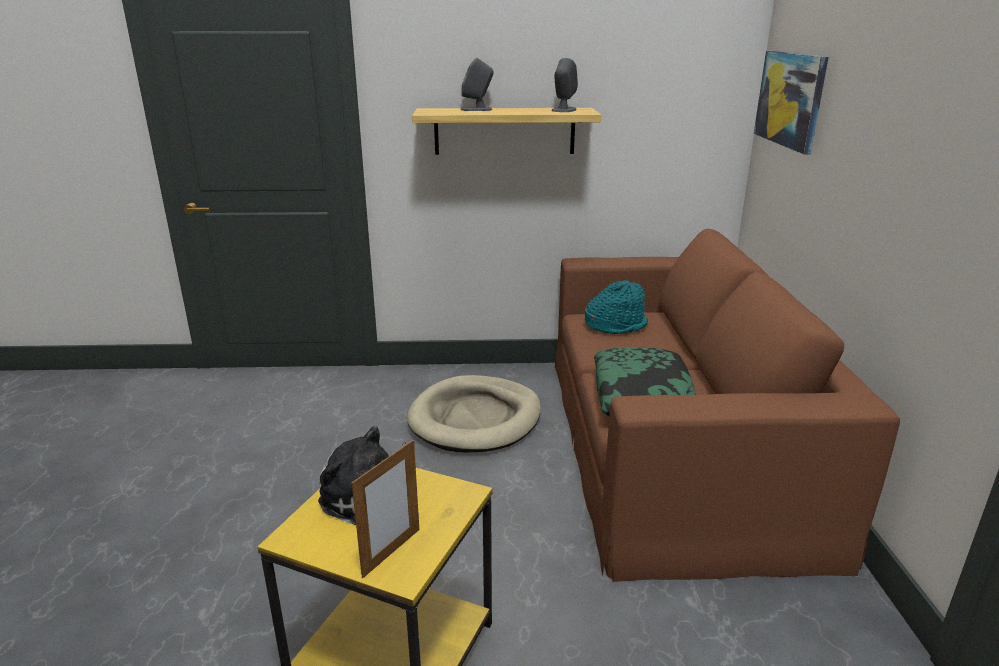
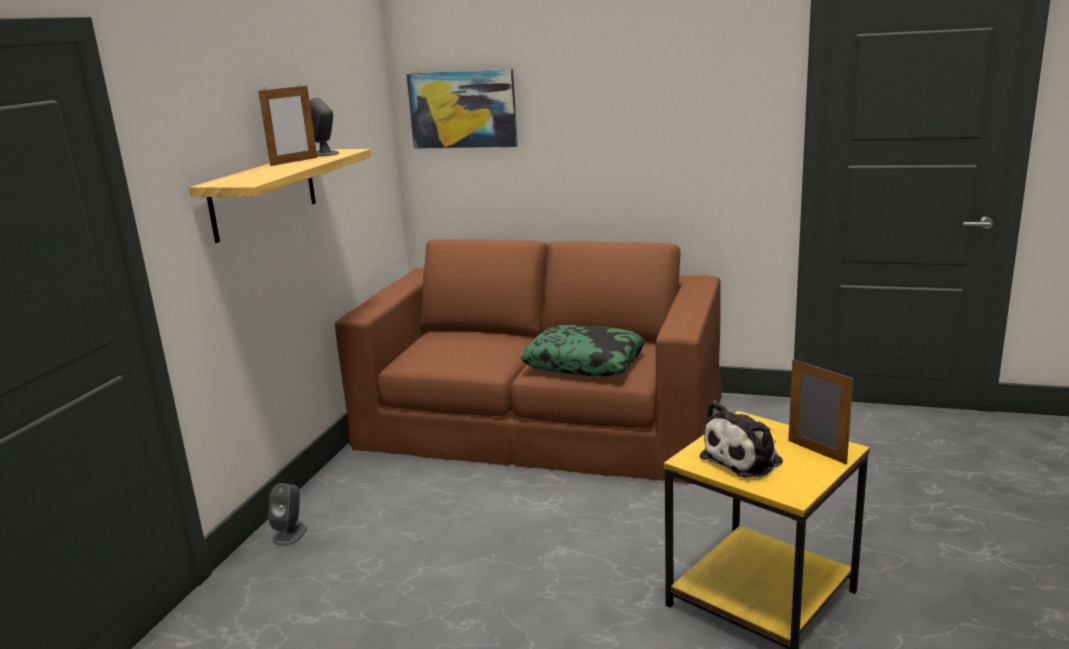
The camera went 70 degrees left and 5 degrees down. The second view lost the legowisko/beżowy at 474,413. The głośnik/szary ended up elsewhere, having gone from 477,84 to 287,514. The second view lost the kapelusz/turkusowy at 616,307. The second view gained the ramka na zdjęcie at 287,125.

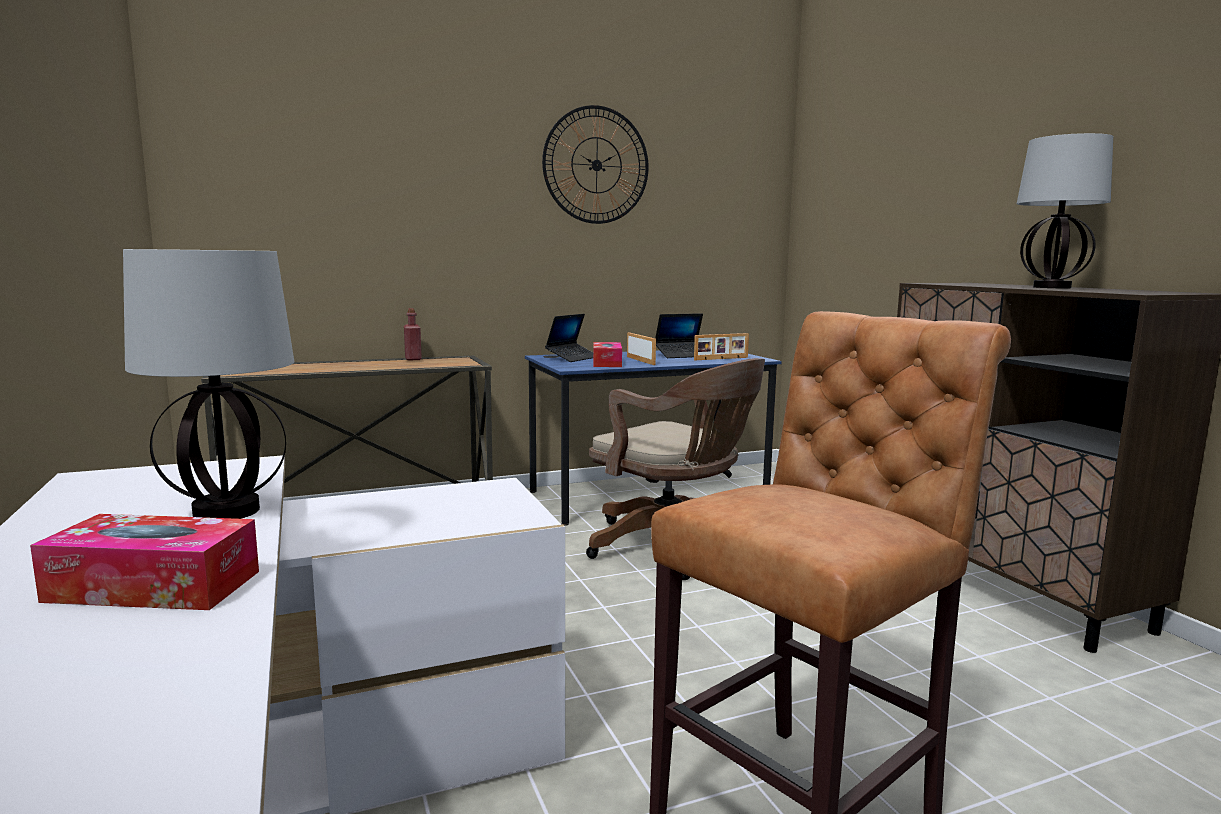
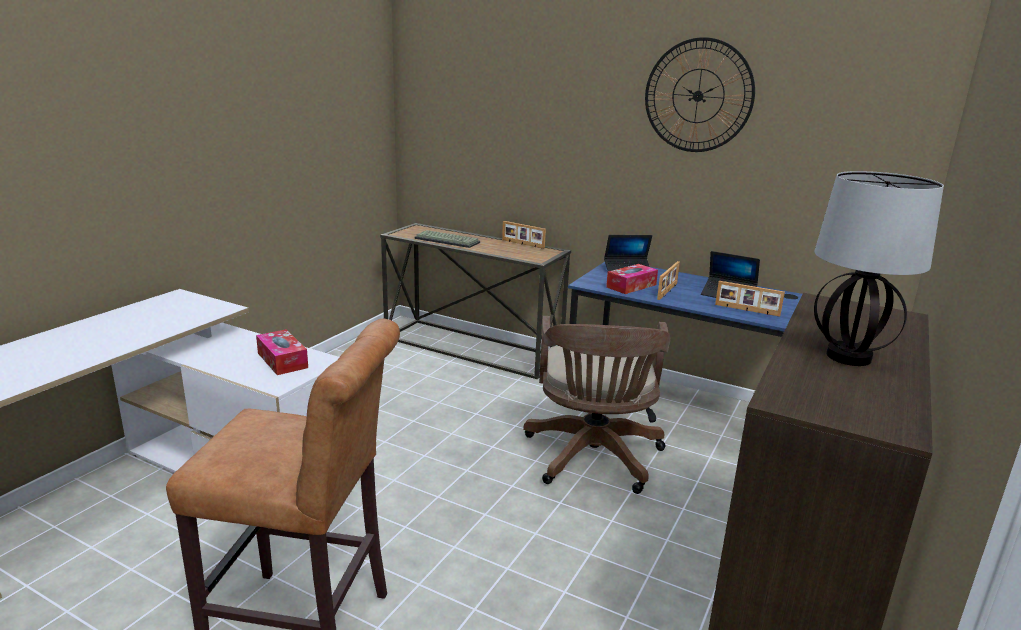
The camera went 50 degrees right and 10 degrees up. The pudełko chusteczek ended up elsewhere, having gone from 144,562 to 282,352. The second view lost the lampa stołowa at 208,384. Where the butelka/czerwony stood at 413,334, the ramka na zdjęcie came to stand at 524,235. The second view gained the klawiatura at 447,239.

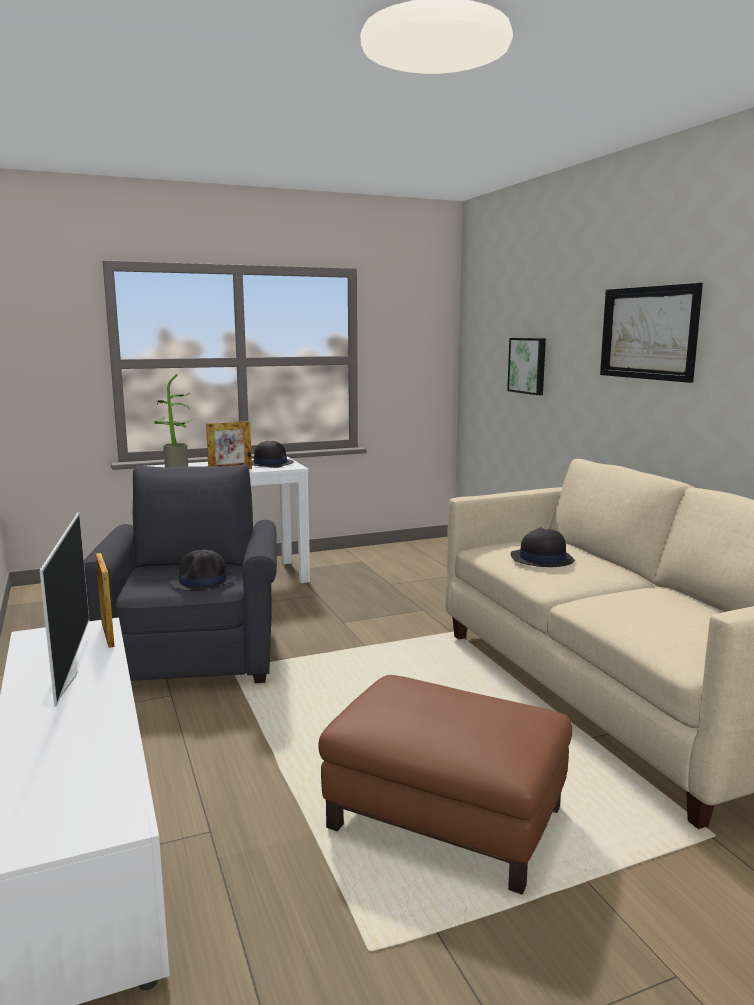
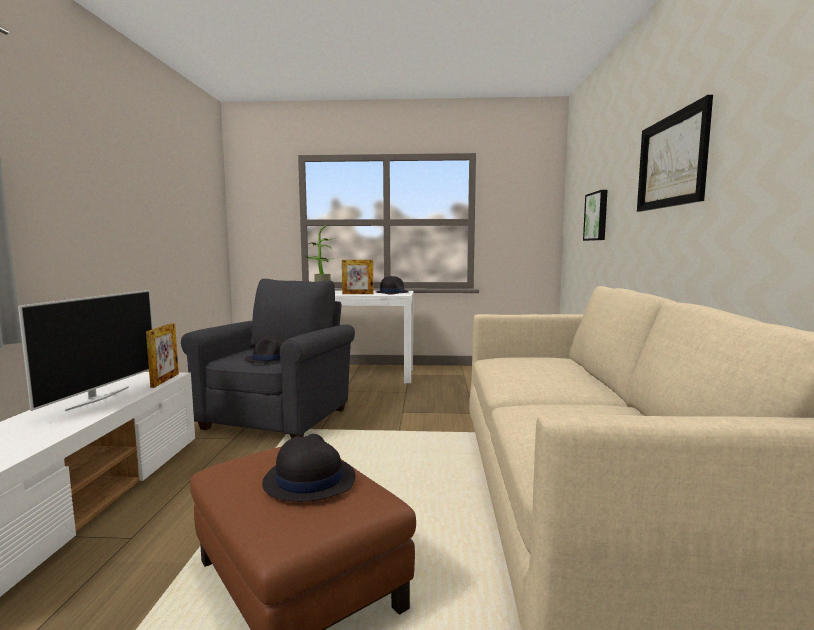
The camera went 25 degrees right and 5 degrees down. The kapelusz/czarny ended up elsewhere, having gone from 543,547 to 308,468.

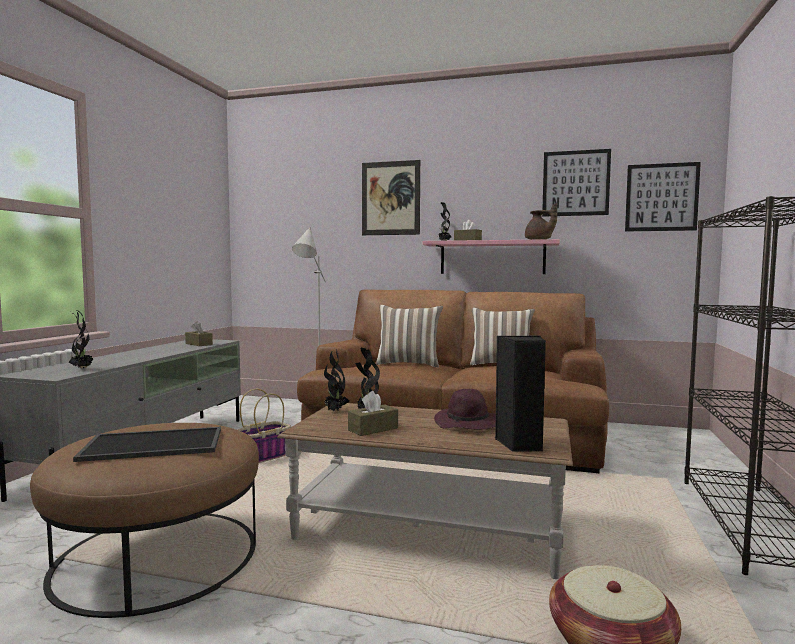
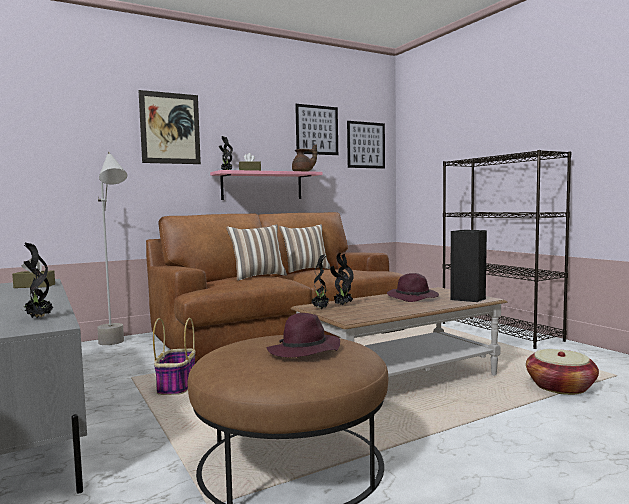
The camera went 45 degrees left and 0 degrees up. Where the taca stood at 147,444, the kapelusz/fioletowy came to stand at 303,335. The second view lost the pudełko chusteczek/brązowy at 373,413.

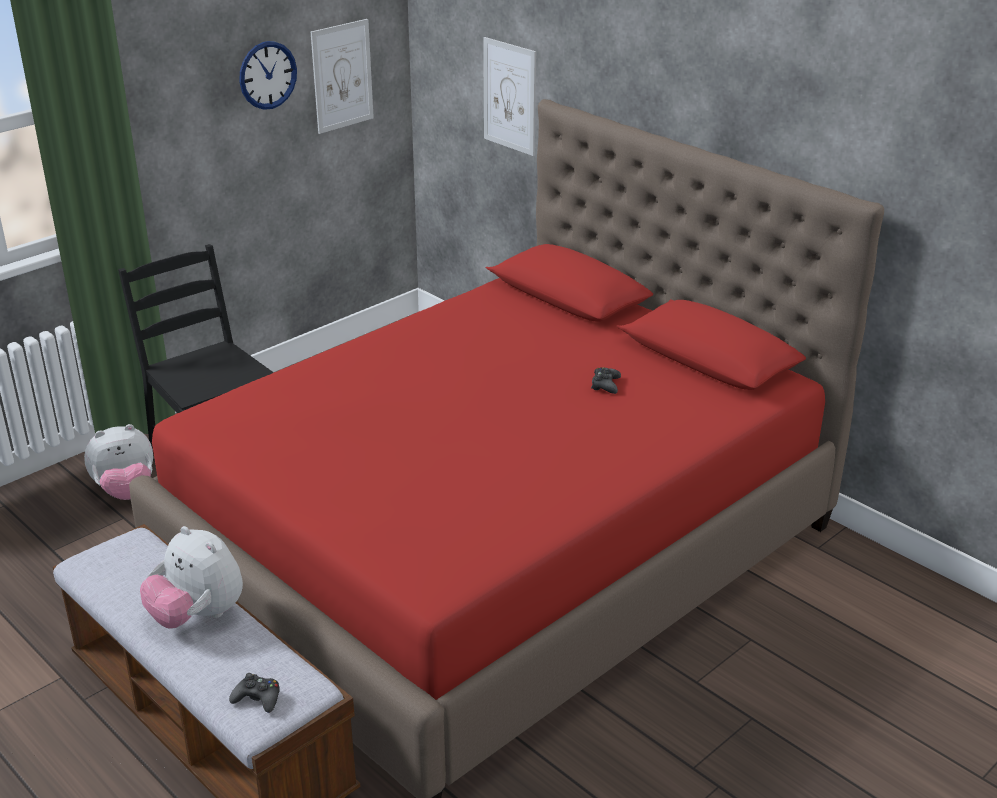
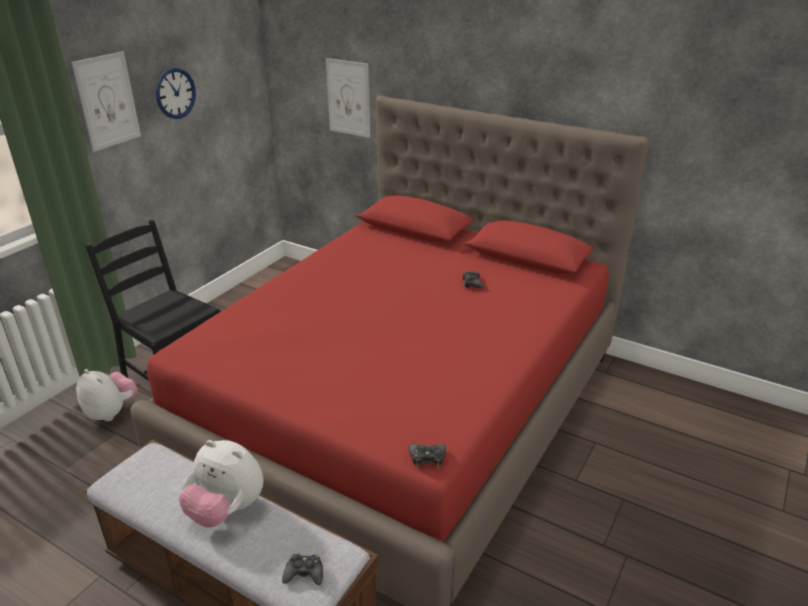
The camera went 15 degrees left and 0 degrees up. The pluszak at 118,462 ended up facing another way, 105 degrees counterclockwise from before. The obraz ended up elsewhere, having gone from 342,76 to 106,101. The second view gained the pad do gier/czarny at 427,455.

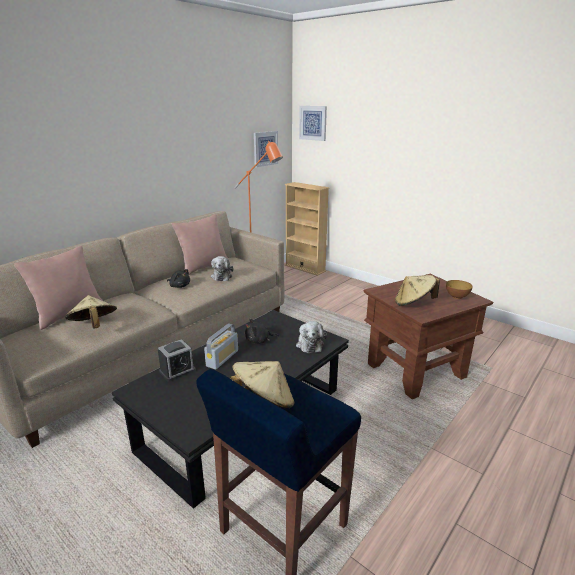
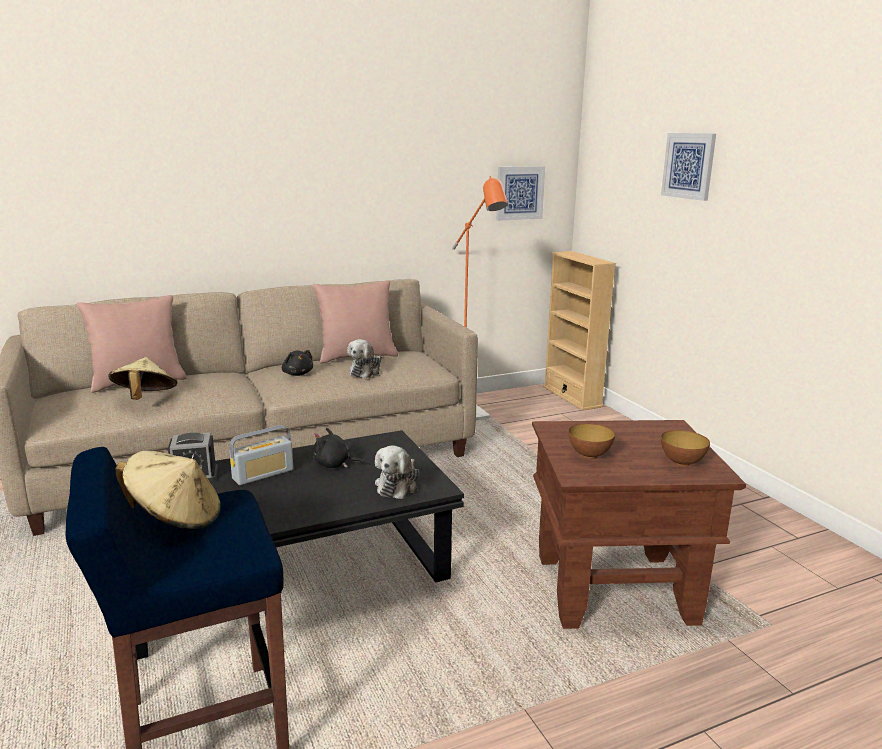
The camera went 25 degrees right and 5 degrees down. The obraz ended up elsewhere, having gone from 313,123 to 688,167. Where the kapelusz/beżowy stood at 417,290, the miska came to stand at 591,441.

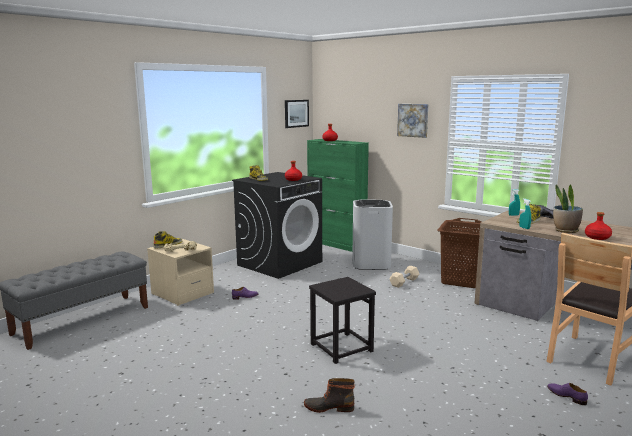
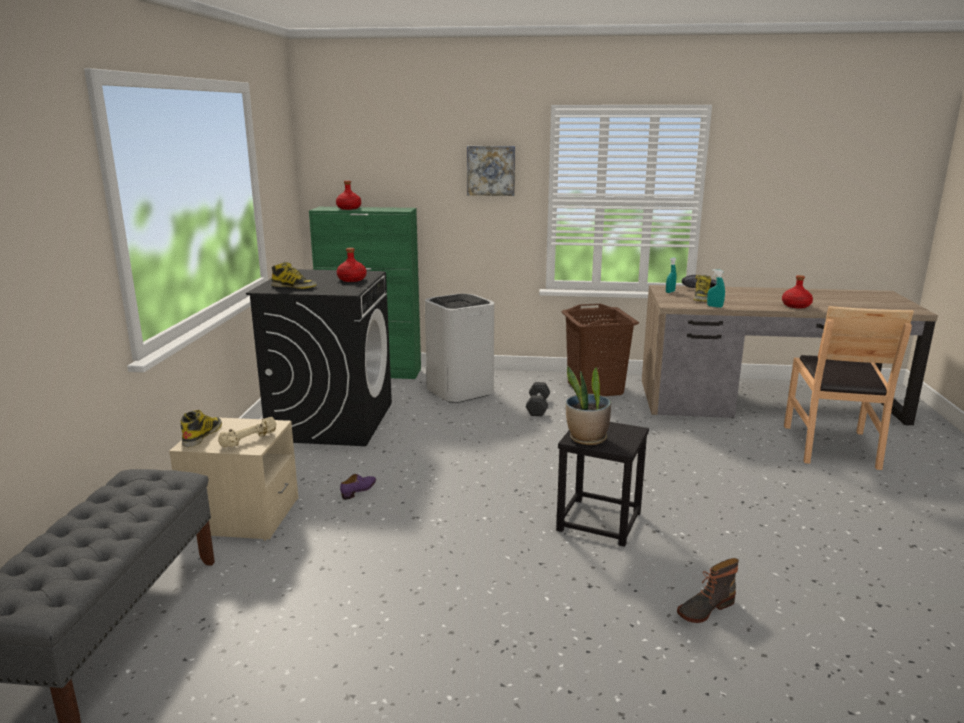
The camera went 35 degrees left and 5 degrees up. The second view lost the obraz at 297,114. What was the hantel/beżowy at 404,277 turned into the hantel/czarny at 538,399. The second view lost the but/fioletowy at 567,394. The roślina doniczkowa ended up elsewhere, having gone from 568,208 to 588,405.

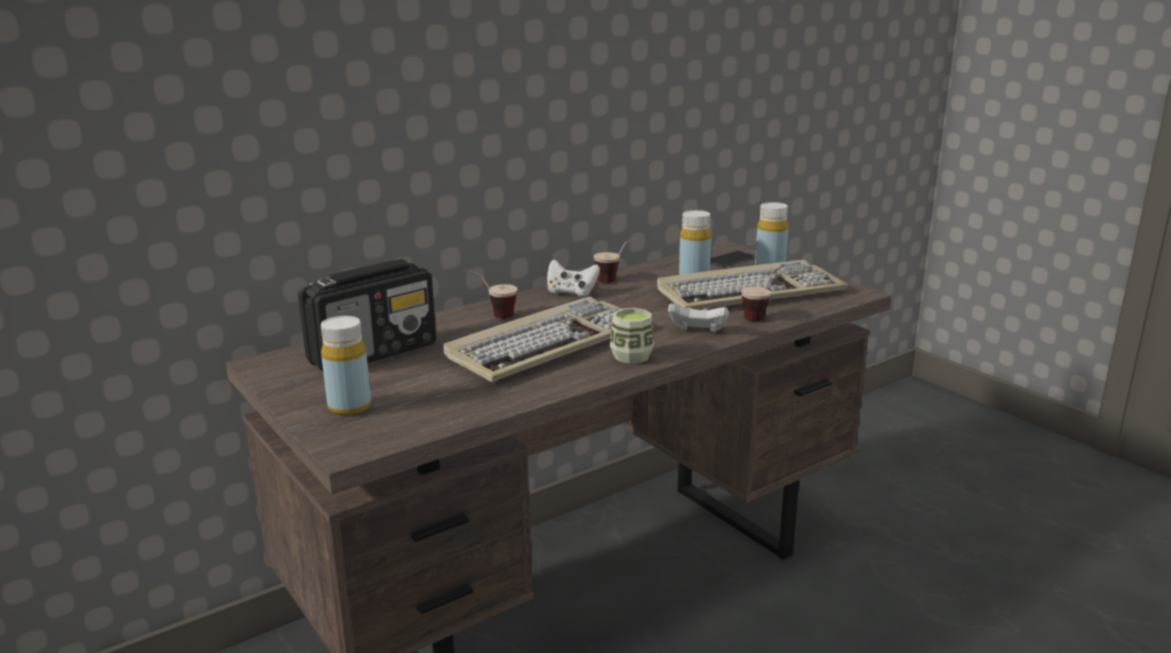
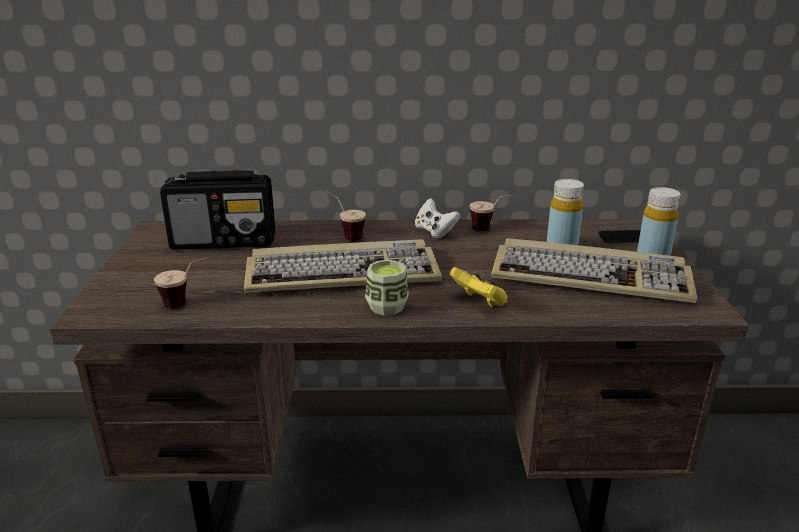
The camera went 35 degrees right and 5 degrees up. The second view lost the butelka/żółty at 346,366. What was the pad do gier/biały at 698,318 turned into the pad do gier/żółty at 478,287. The filiżanka ended up elsewhere, having gone from 762,292 to 182,283.

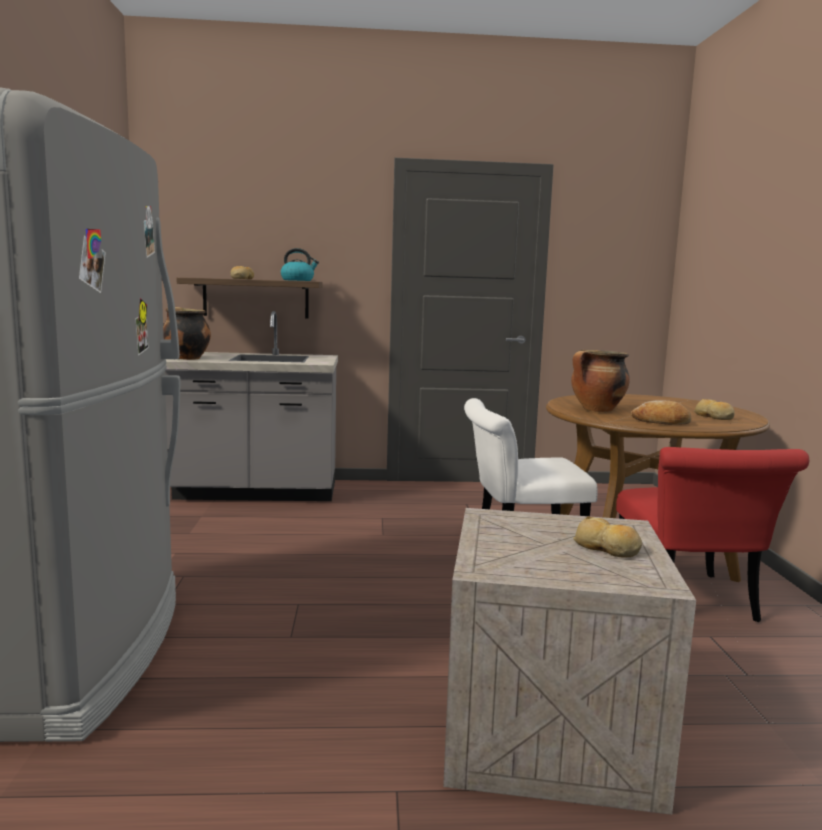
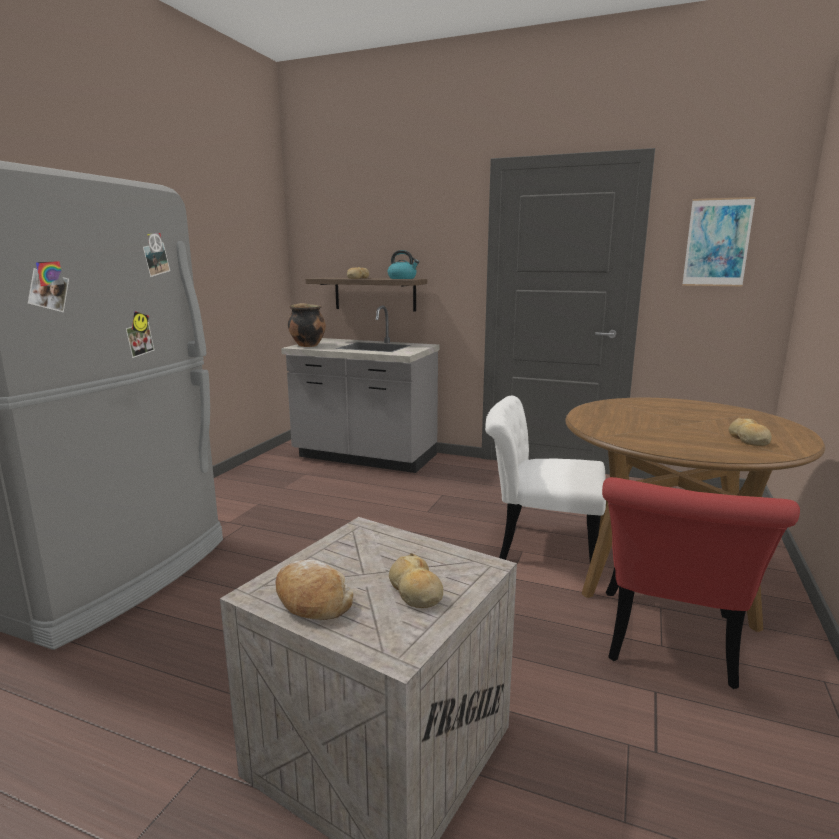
The camera went 25 degrees right and 5 degrees up. The second view lost the garnek at 600,381. The chleb ended up elsewhere, having gone from 661,412 to 314,590. The second view gained the obraz at 719,241.

